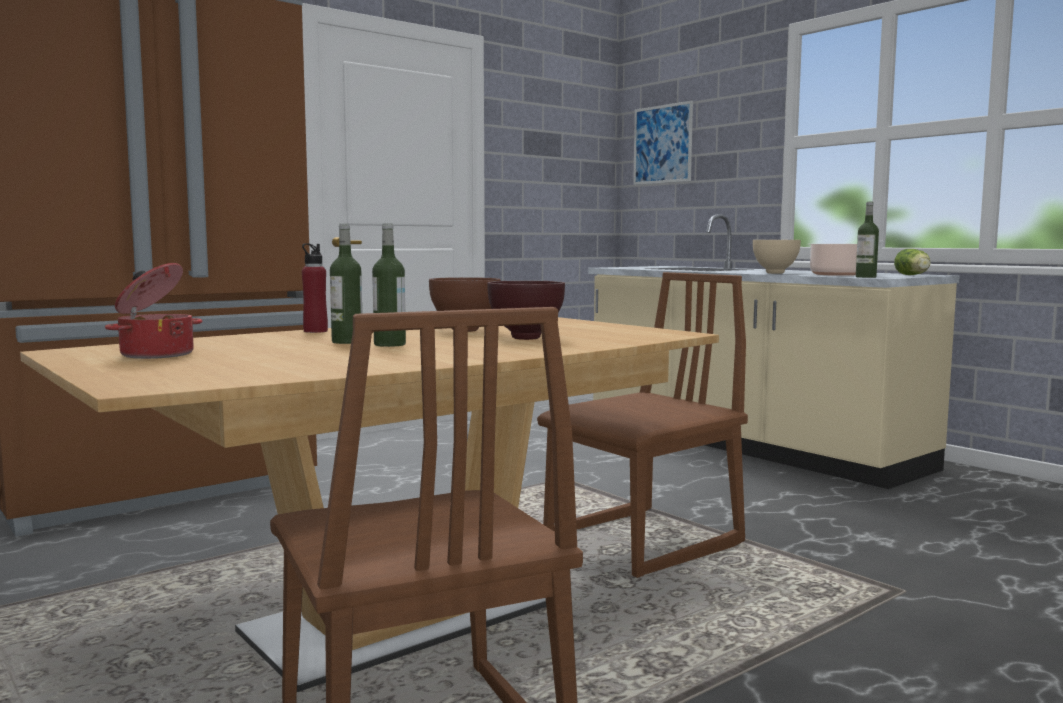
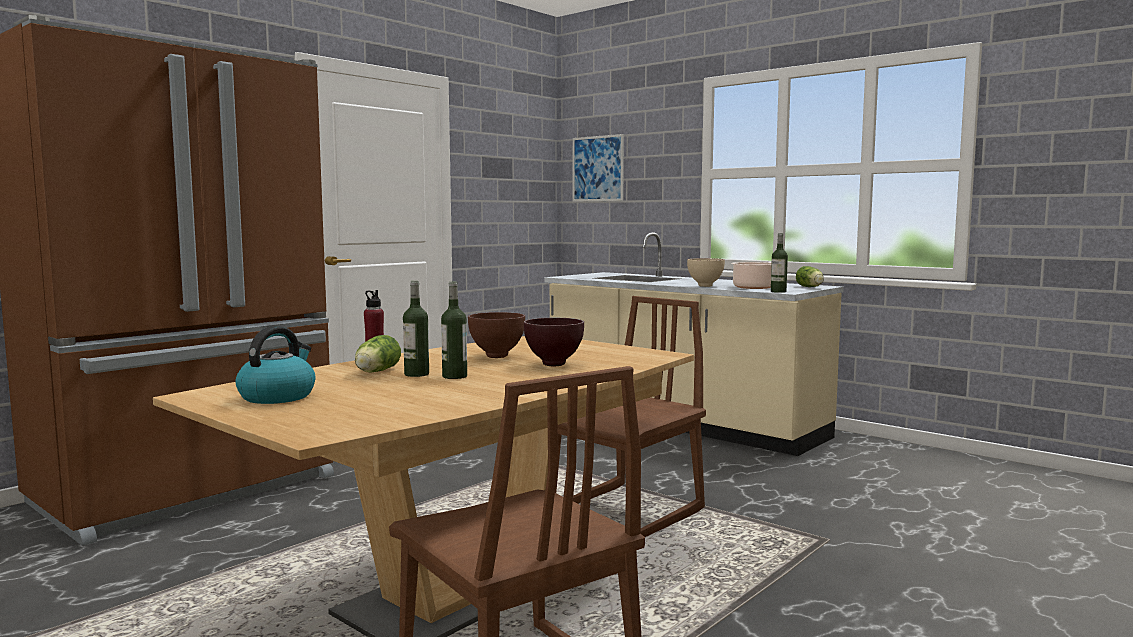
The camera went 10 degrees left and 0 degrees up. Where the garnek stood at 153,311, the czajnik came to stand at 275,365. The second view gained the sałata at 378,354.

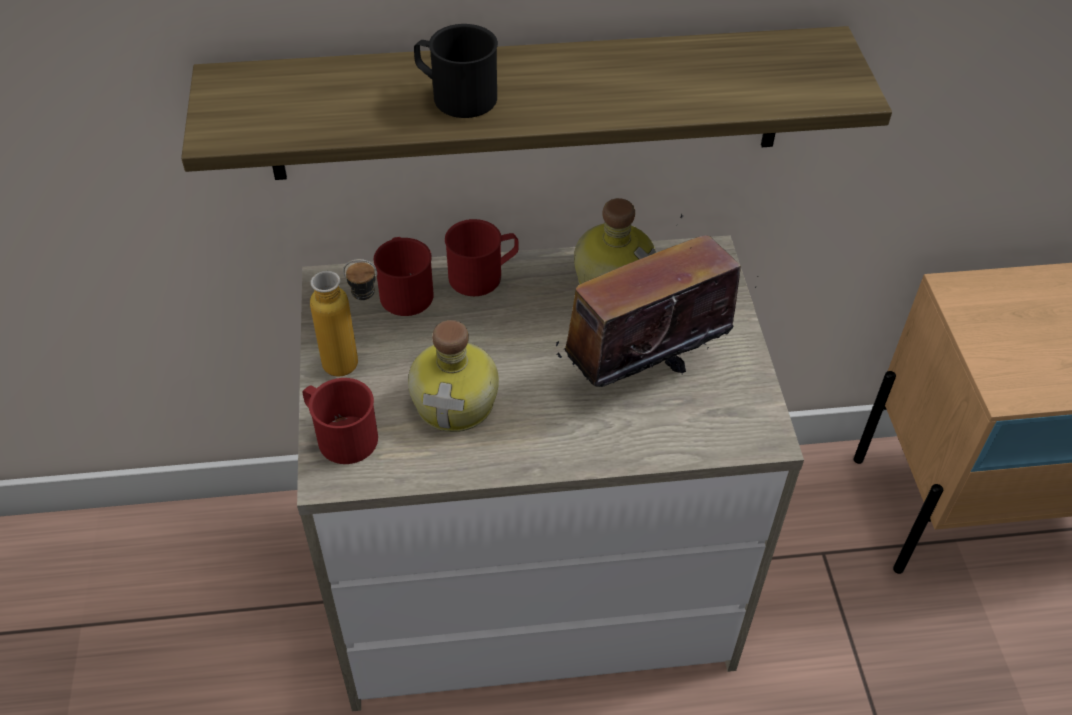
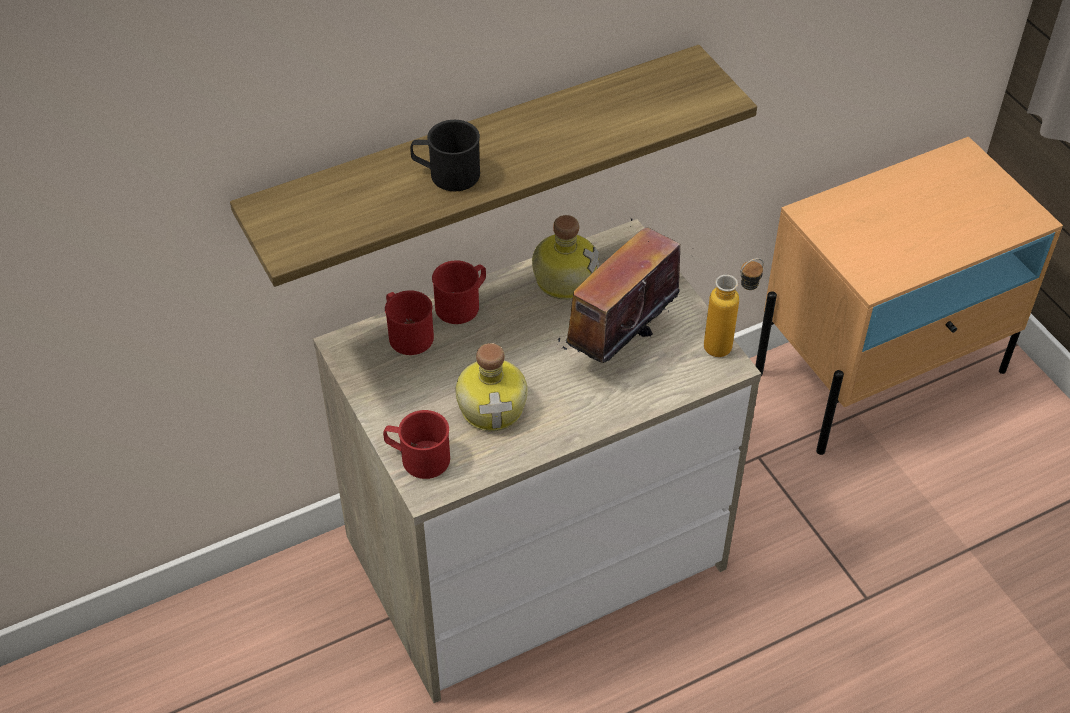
The camera went 20 degrees left and 0 degrees up. The butelka ended up elsewhere, having gone from 343,318 to 734,307.

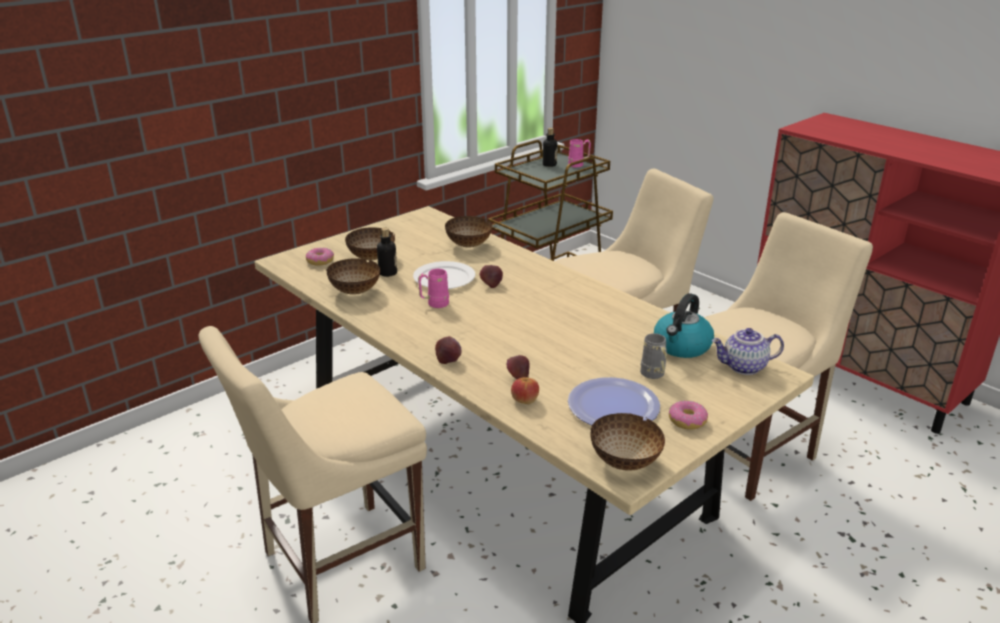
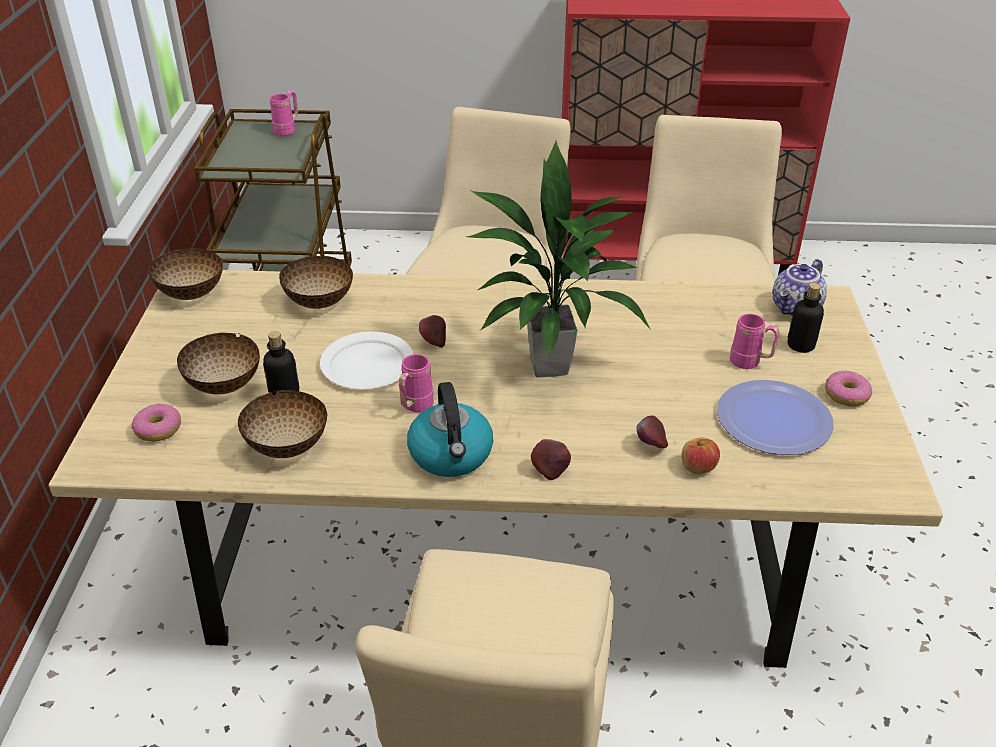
The camera went 45 degrees left and 10 degrees up. The butelka ended up elsewhere, having gone from 550,147 to 805,318. The miska ended up elsewhere, having gone from 627,442 to 185,274. What was the kubek/szary at 653,356 turned into the kubek/różowy at 755,341. The czajnik ended up elsewhere, having gone from 684,325 to 450,429. The second view gained the roślina doniczkowa at 558,259.

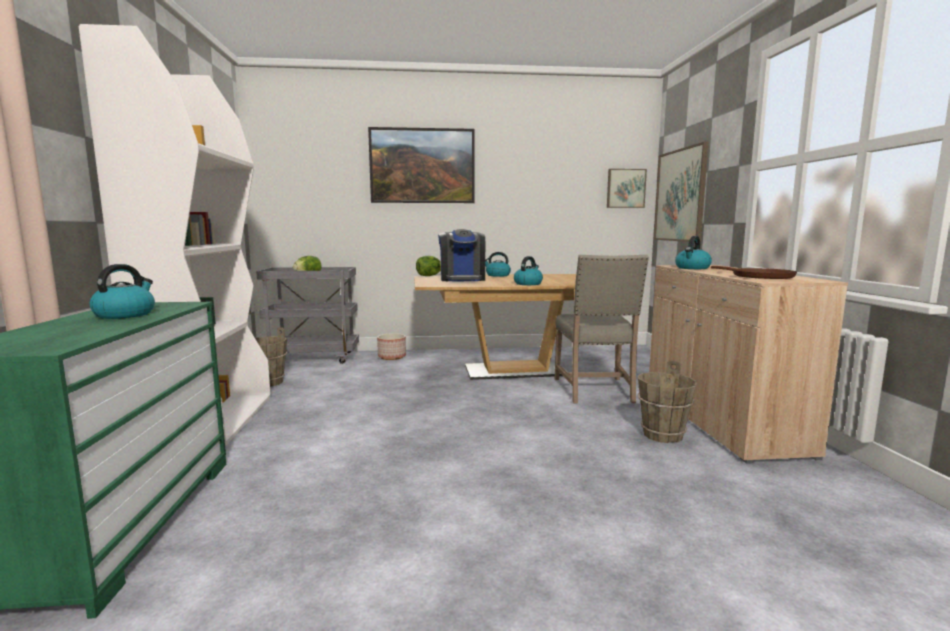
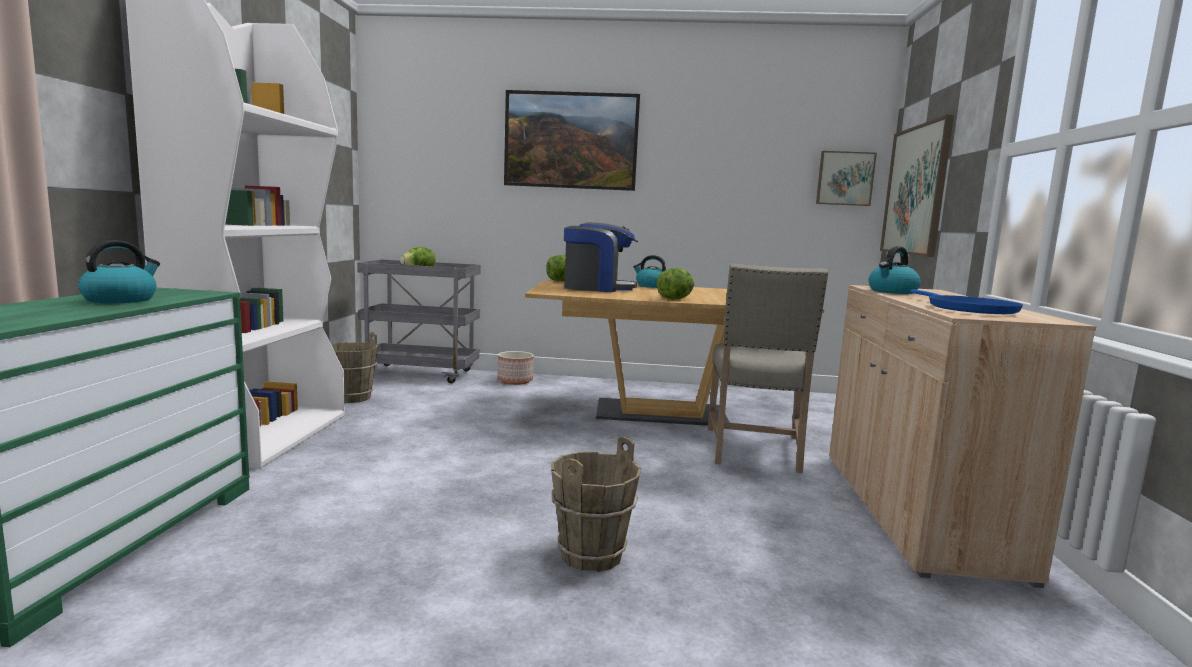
The camera went 10 degrees right and 0 degrees up. The ekspres do kawy at 461,255 ended up facing another way, 90 degrees counterclockwise from before. Where the czajnik stood at 528,270, the sałata came to stand at 675,284. The wiadro/brązowy ended up elsewhere, having gone from 667,401 to 596,504. What was the patelnia/brązowy at 754,272 turned into the patelnia/niebieski at 967,302.

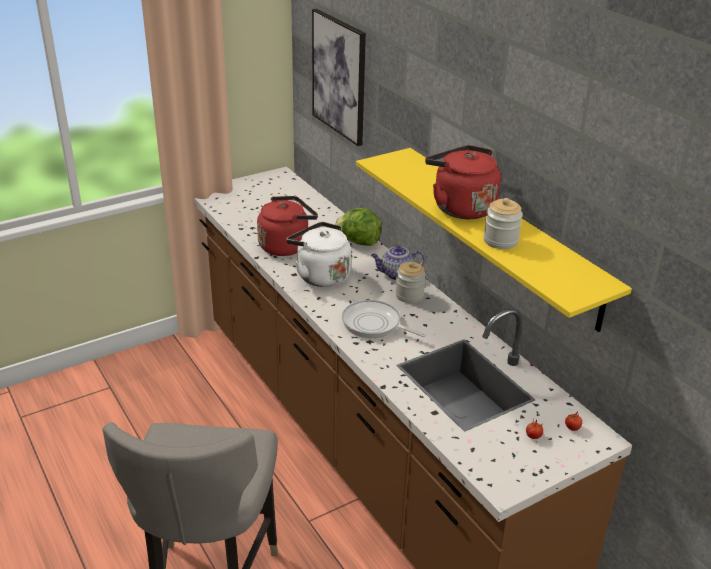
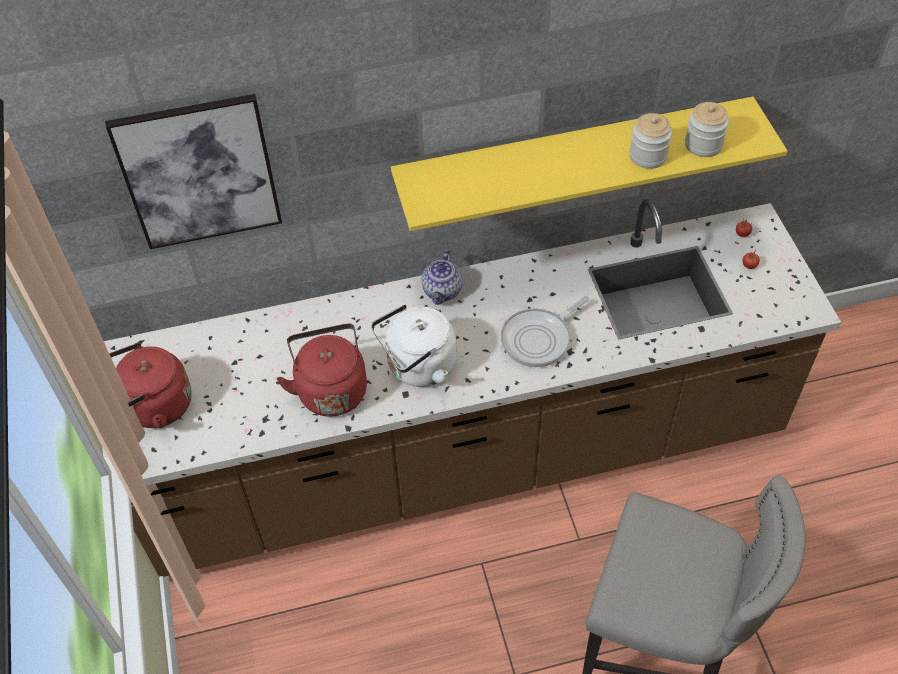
The camera went 70 degrees left and 20 degrees up. The second view lost the sałata at 358,227. The słoik ended up elsewhere, having gone from 410,282 to 707,129. The czajnik/czerwony ended up elsewhere, having gone from 463,182 to 150,385.

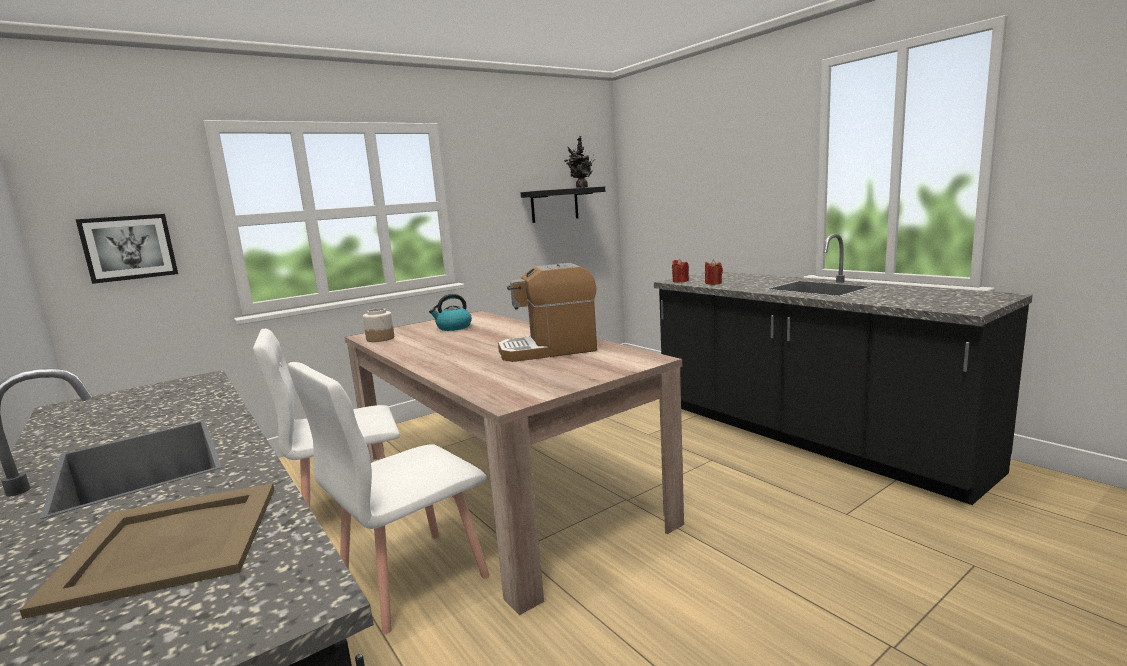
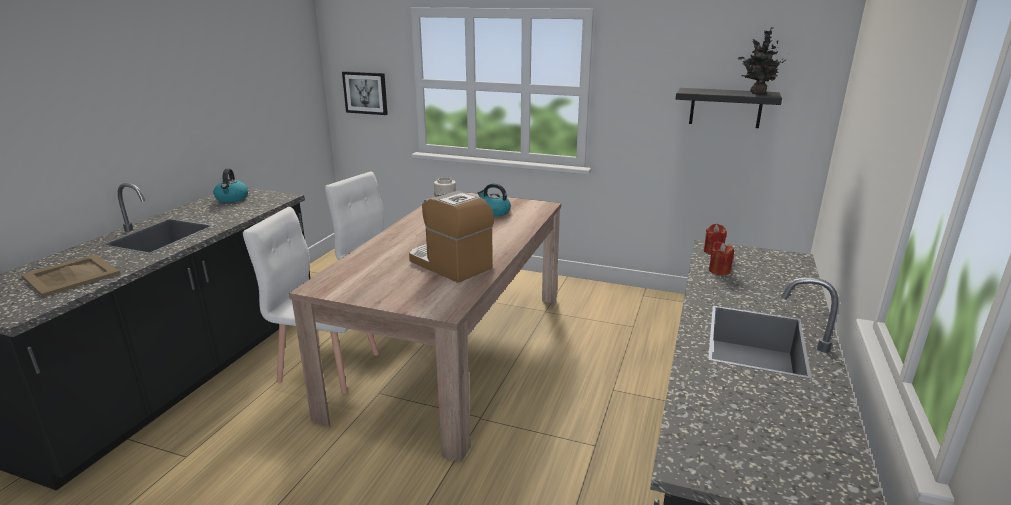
The camera went 55 degrees right and 10 degrees up. The second view gained the czajnik at 230,186.

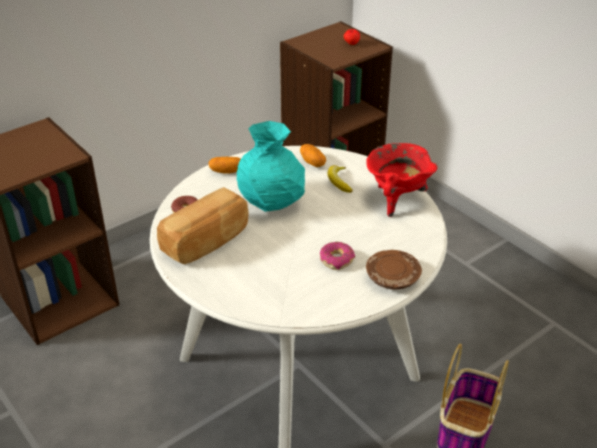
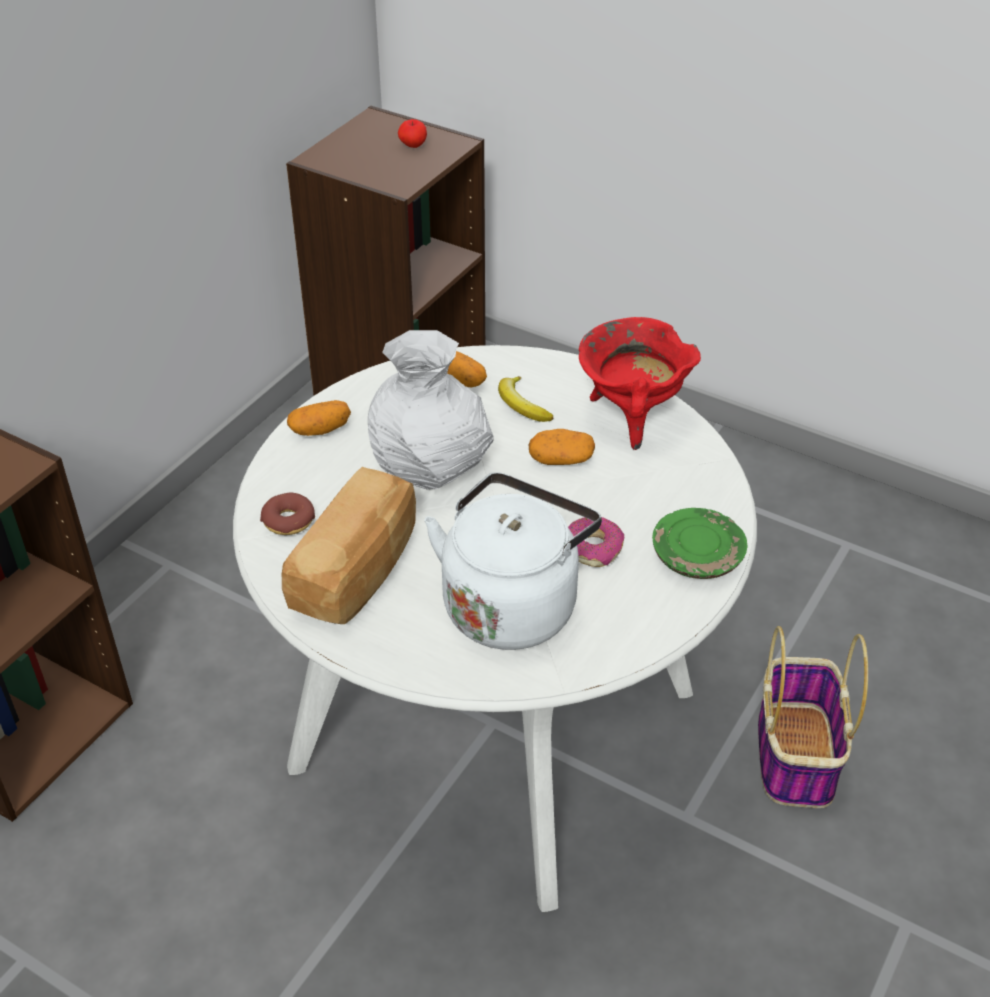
The camera went 20 degrees left and 5 degrees up. What was the wazon/turkusowy at 271,166 turned into the wazon/biały at 431,409. What was the talerz/brązowy at 394,270 turned into the talerz/zielony at 699,543. The second view gained the czajnik/biały at 512,561. The second view gained the ziemniak at 562,447.

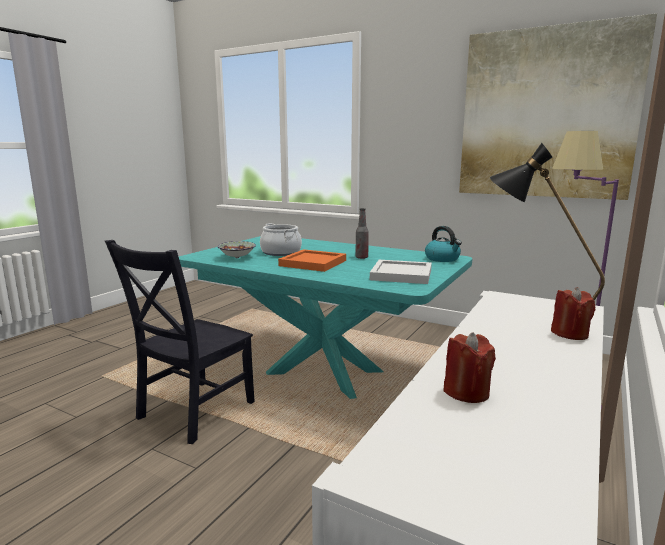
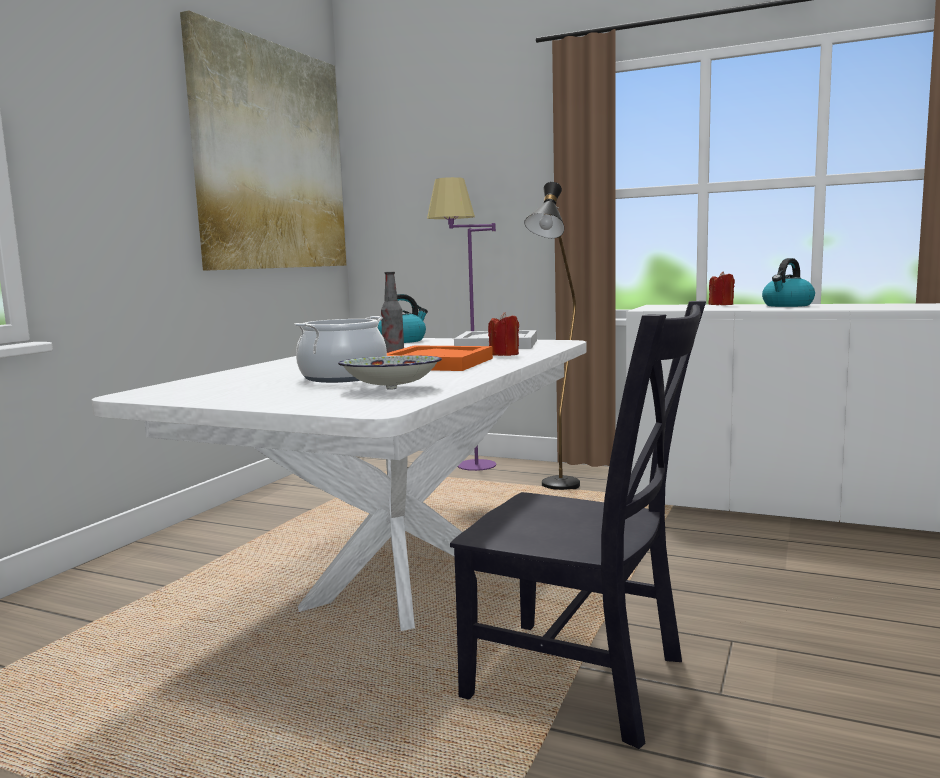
The camera went 95 degrees left and 5 degrees down. What was the stół jadalny/turkusowy at 326,317 turned into the stół jadalny/biały at 339,484. The świeca/czerwony ended up elsewhere, having gone from 469,367 to 503,334. The second view gained the czajnik at 788,282.

